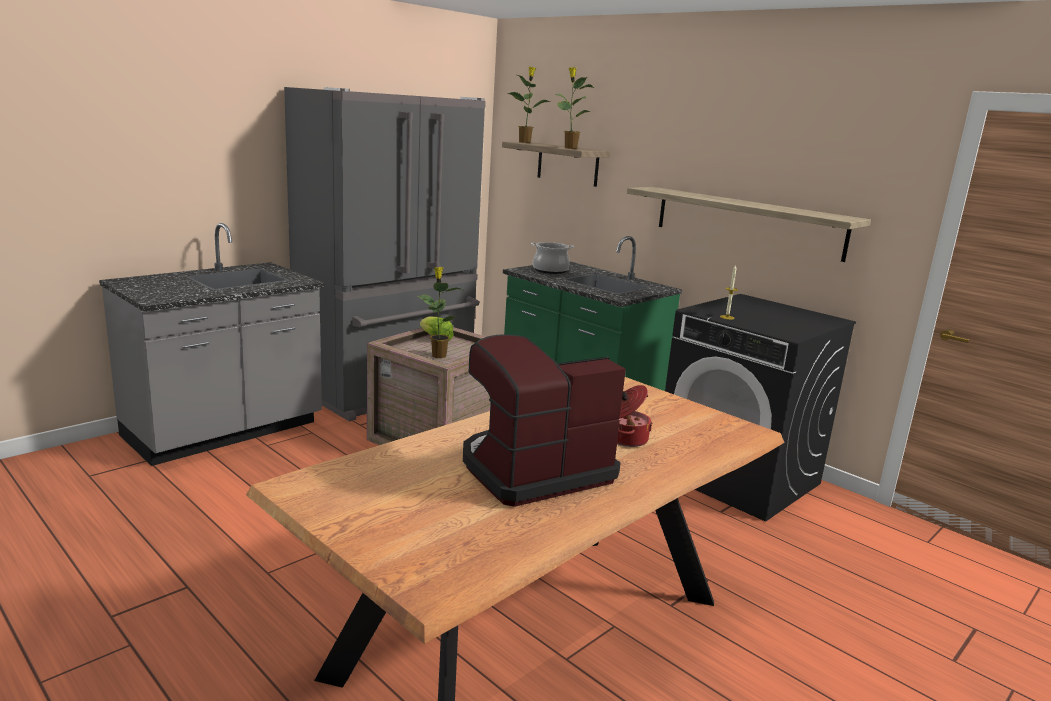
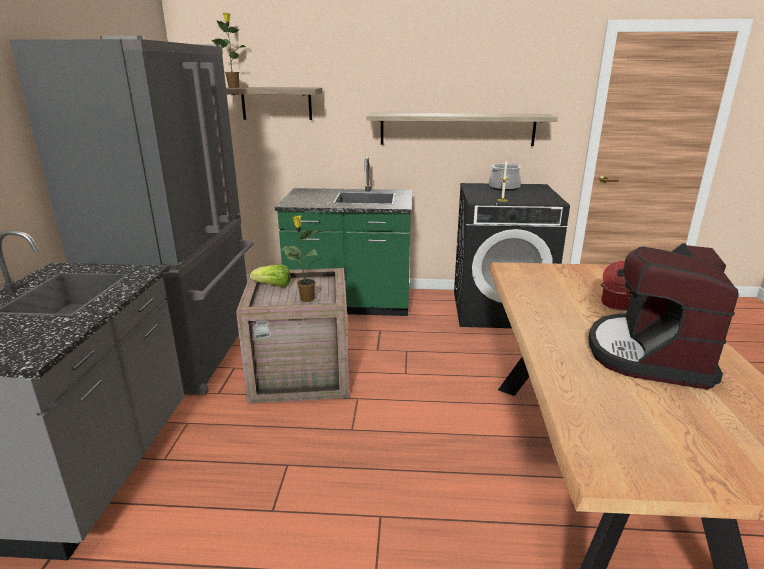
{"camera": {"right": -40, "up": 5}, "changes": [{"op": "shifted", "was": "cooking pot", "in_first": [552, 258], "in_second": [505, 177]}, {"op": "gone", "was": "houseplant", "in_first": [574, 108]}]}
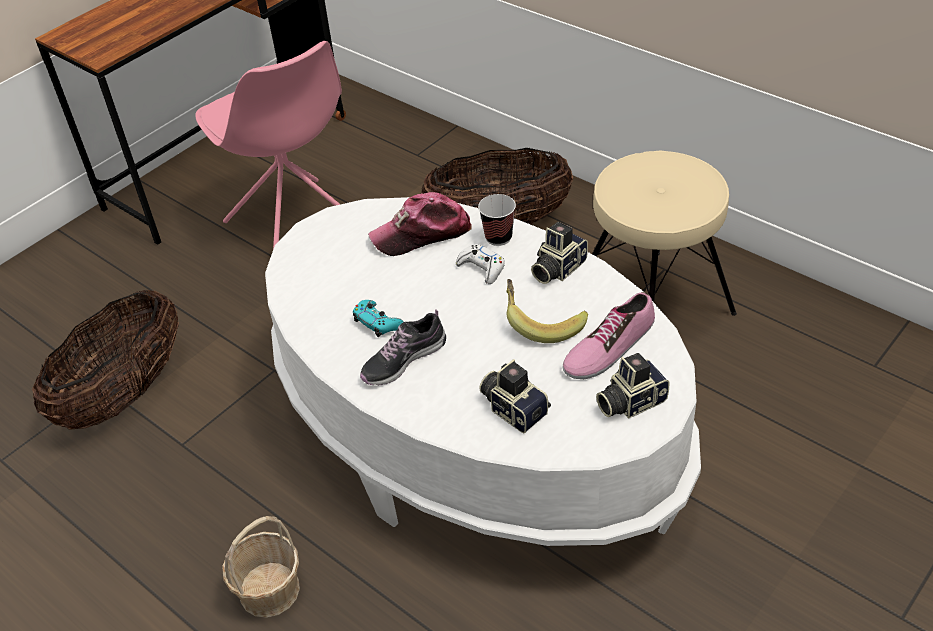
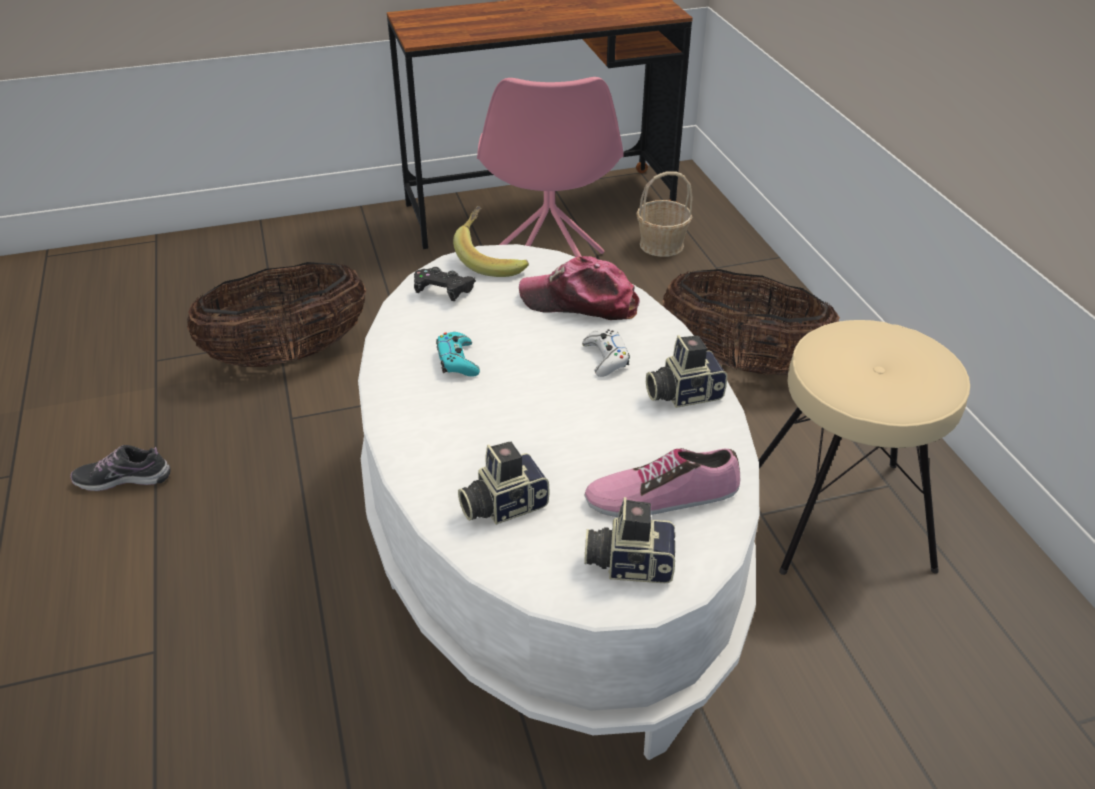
{"camera": {"right": 30, "up": -5}, "changes": [{"op": "shifted", "was": "low shoe", "in_first": [403, 347], "in_second": [120, 468]}, {"op": "new", "now": "blackish gamepad", "in_second": [445, 284]}, {"op": "shifted", "was": "banana", "in_first": [547, 311], "in_second": [491, 241]}, {"op": "rotated", "was": "photo camera", "in_first": [515, 396], "in_second": [504, 483], "clockwise": -105}, {"op": "shifted", "was": "household basket", "in_first": [261, 567], "in_second": [664, 214]}, {"op": "gone", "was": "drinking cup", "in_first": [497, 220]}]}
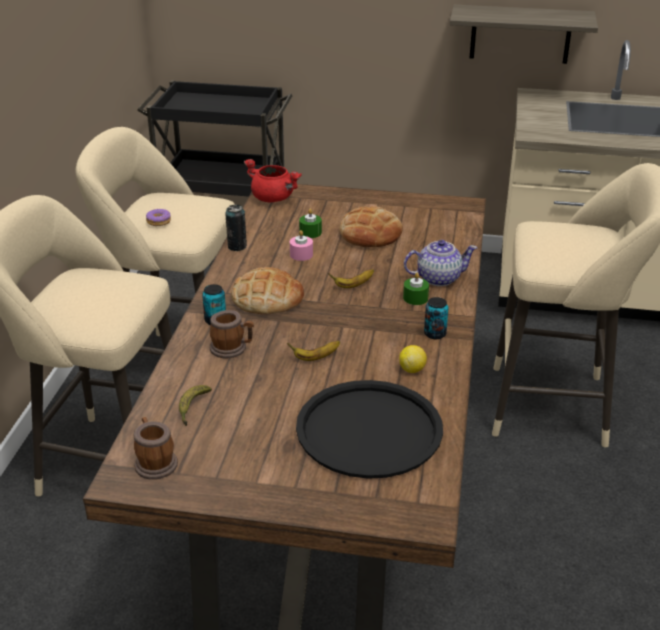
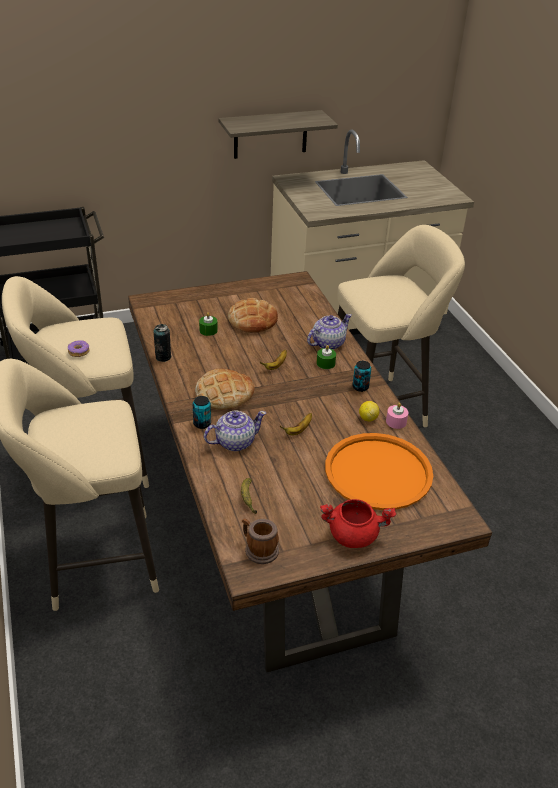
{"camera": {"right": -30, "up": 5}, "changes": [{"op": "swapped", "was": "coffee mug", "now": "teapot", "in_first": [232, 334], "in_second": [235, 431]}, {"op": "shifted", "was": "reddish cooking pot", "in_first": [273, 181], "in_second": [358, 523]}, {"op": "repainted", "was": "blackish tray", "now": "orangey tray", "in_first": [369, 429], "in_second": [379, 471]}, {"op": "shifted", "was": "pink-coloured wax candle", "in_first": [301, 245], "in_second": [397, 416]}]}
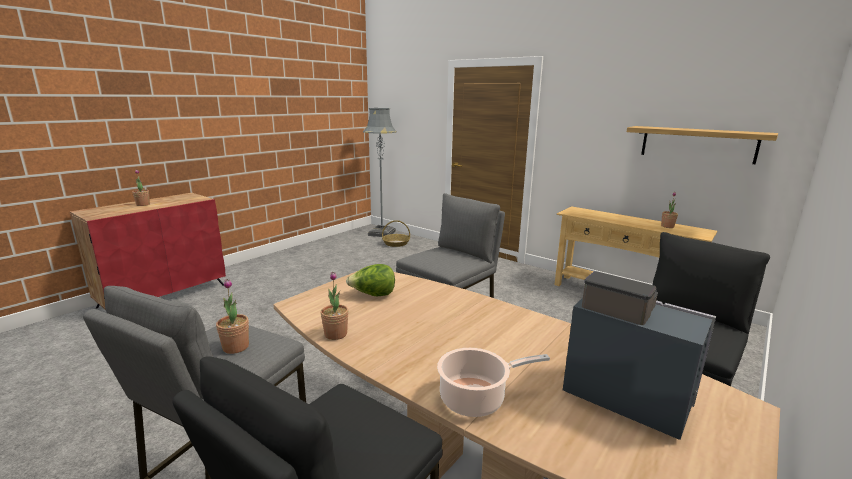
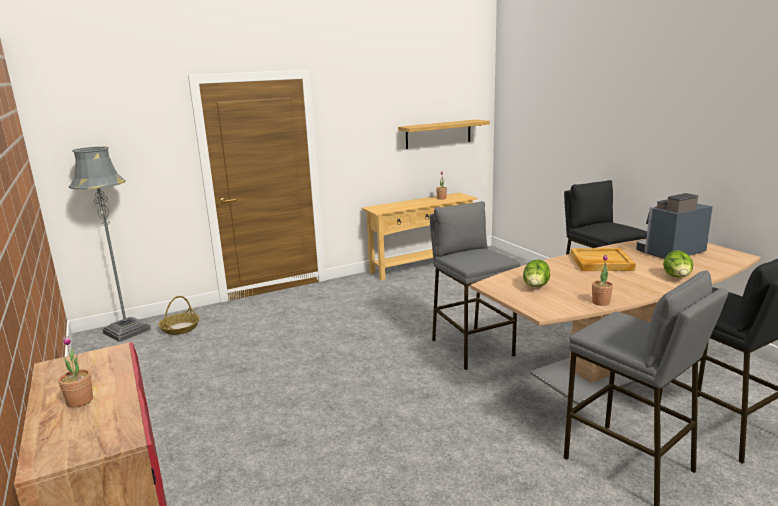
{"camera": {"right": -65, "up": 0}, "changes": [{"op": "new", "now": "beige tray", "in_second": [603, 259]}, {"op": "swapped", "was": "cooking pot", "now": "head of lettuce", "in_first": [493, 382], "in_second": [678, 263]}, {"op": "gone", "was": "houseplant", "in_first": [232, 316]}]}
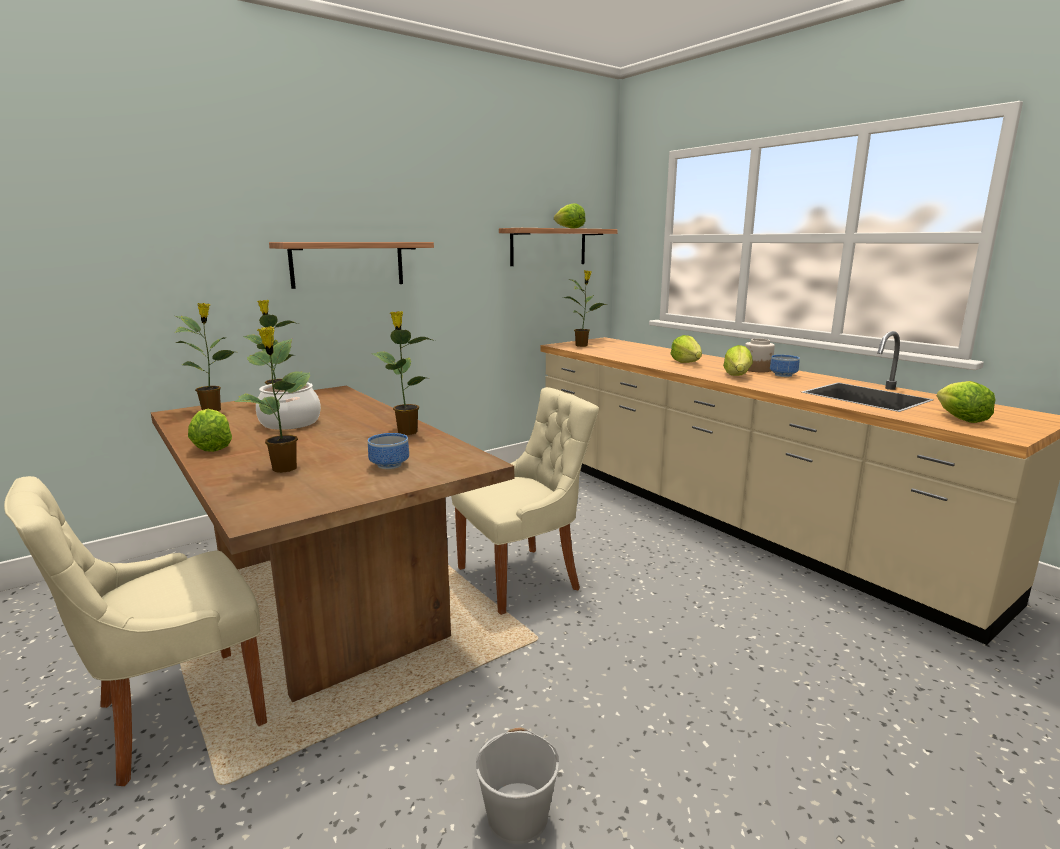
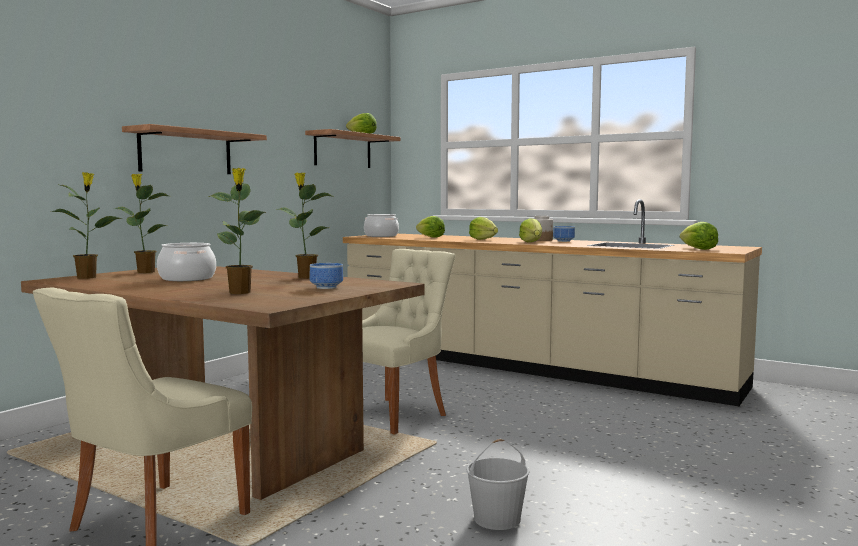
{"camera": {"right": -20, "up": -10}, "changes": [{"op": "swapped", "was": "houseplant", "now": "cooking pot", "in_first": [586, 308], "in_second": [381, 225]}, {"op": "shifted", "was": "head of lettuce", "in_first": [210, 430], "in_second": [430, 227]}]}
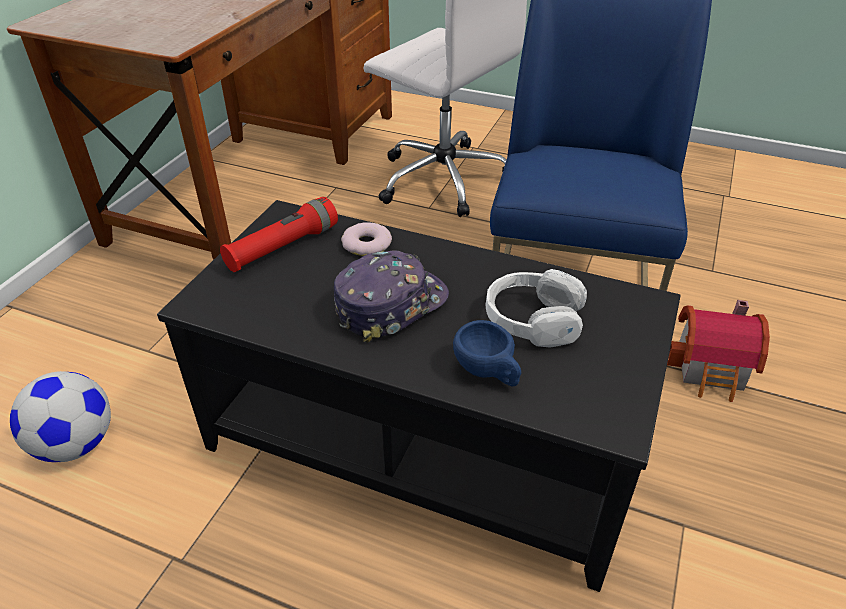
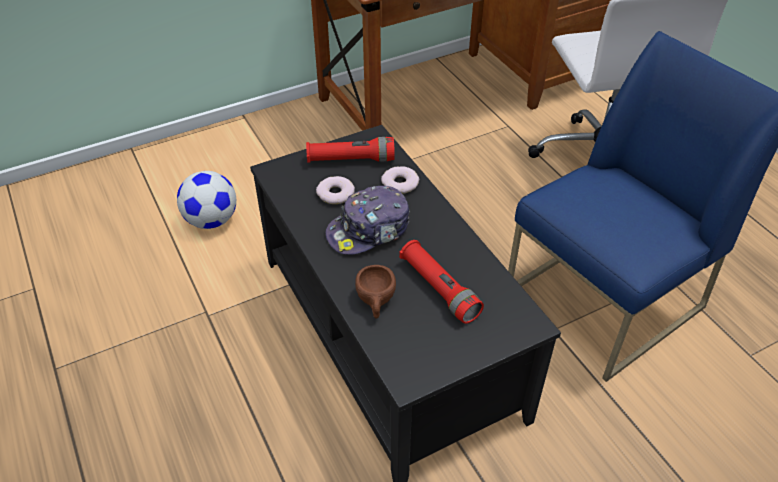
{"camera": {"right": 40, "up": 5}, "changes": [{"op": "new", "now": "donut", "in_second": [335, 190]}, {"op": "rotated", "was": "peaked cap", "in_first": [391, 296], "in_second": [367, 220], "clockwise": 150}, {"op": "repainted", "was": "blue drinking cup", "now": "brownish drinking cup", "in_first": [487, 353], "in_second": [375, 292]}, {"op": "swapped", "was": "white-coloured pair of headphones", "now": "reddish flashlight", "in_first": [536, 308], "in_second": [441, 282]}, {"op": "gone", "was": "toy house", "in_first": [718, 351]}]}
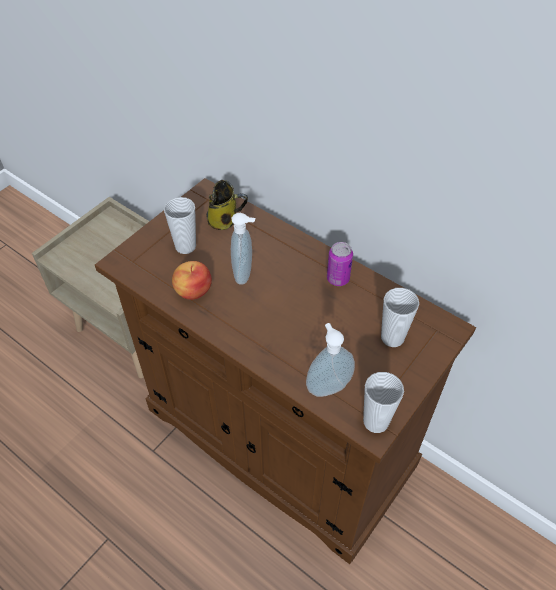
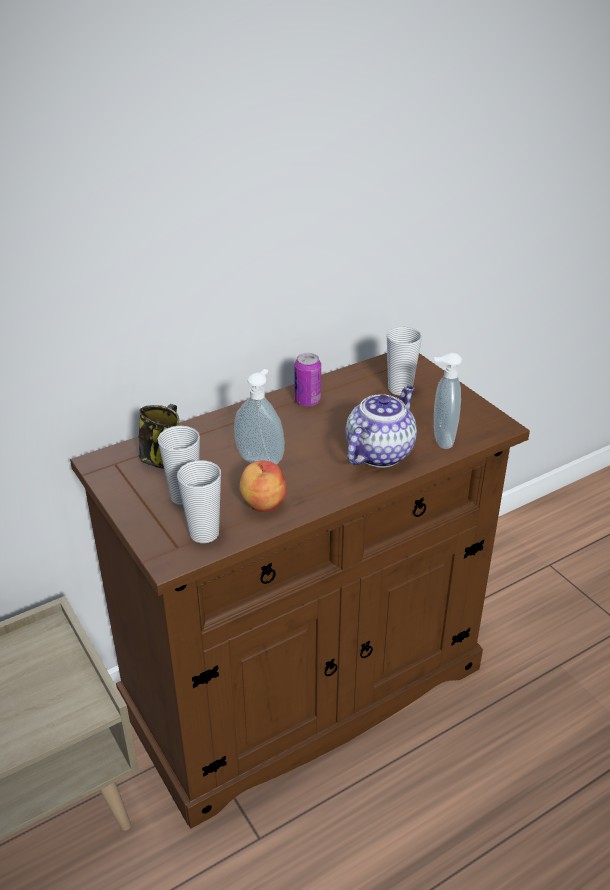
{"camera": {"right": -70, "up": -15}, "changes": [{"op": "shifted", "was": "drinking cup", "in_first": [383, 402], "in_second": [199, 501]}, {"op": "new", "now": "teapot", "in_second": [381, 426]}]}
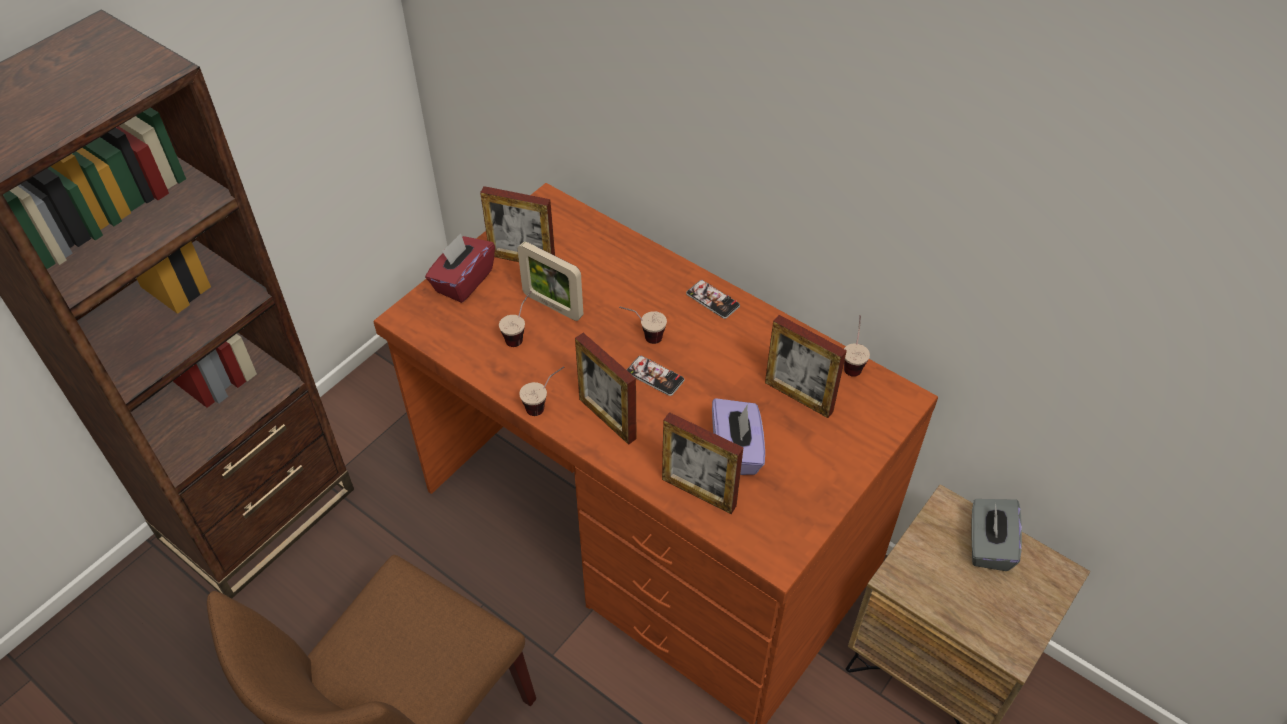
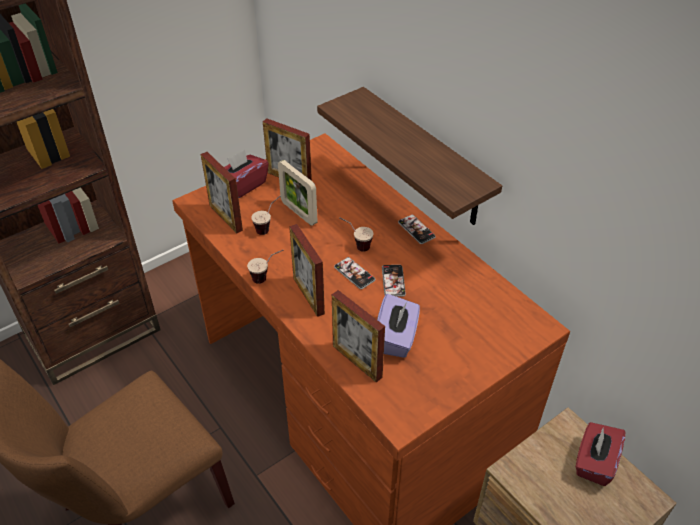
{"camera": {"right": 15, "up": -5}, "changes": [{"op": "shifted", "was": "standing frame", "in_first": [806, 366], "in_second": [222, 192]}, {"op": "new", "now": "shelf", "in_second": [409, 156]}, {"op": "new", "now": "telephone", "in_second": [394, 281]}, {"op": "repainted", "was": "grey tissue holder", "now": "reddish tissue holder", "in_first": [996, 535], "in_second": [600, 454]}, {"op": "gone", "was": "drinking cup", "in_first": [857, 346]}]}
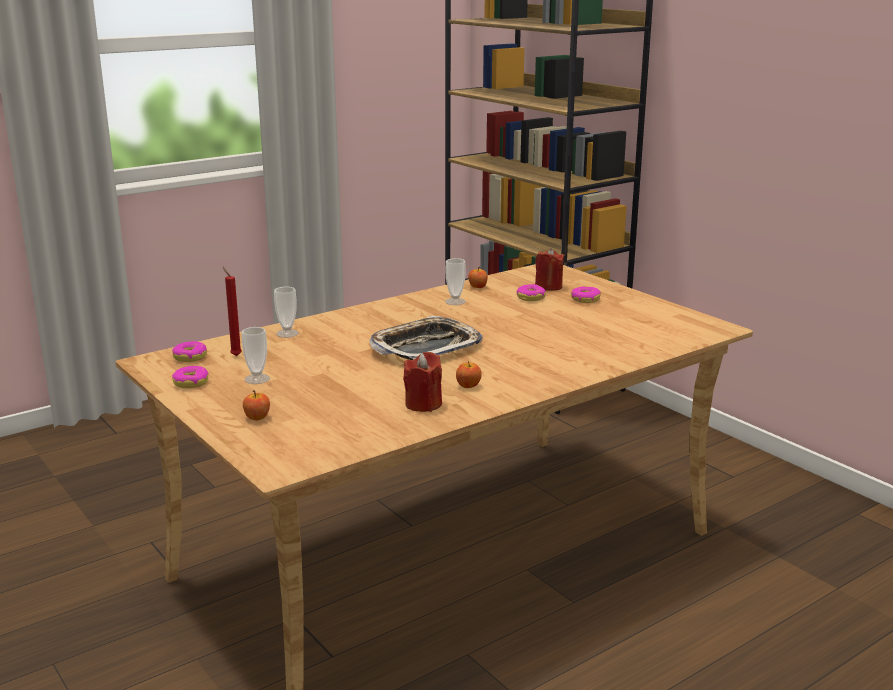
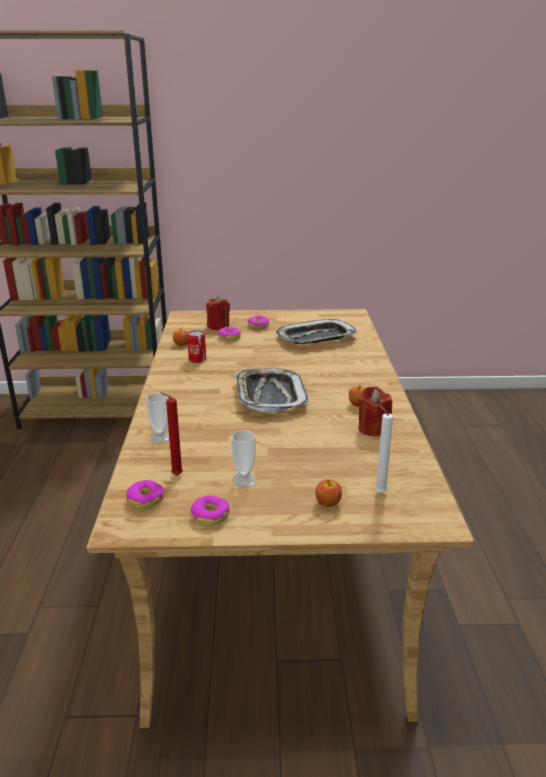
{"camera": {"right": -55, "up": 5}, "changes": [{"op": "swapped", "was": "drinking cup", "now": "metal can", "in_first": [455, 281], "in_second": [196, 346]}, {"op": "new", "now": "tray", "in_second": [316, 331]}, {"op": "new", "now": "white-coloured wax candle", "in_second": [384, 448]}]}
